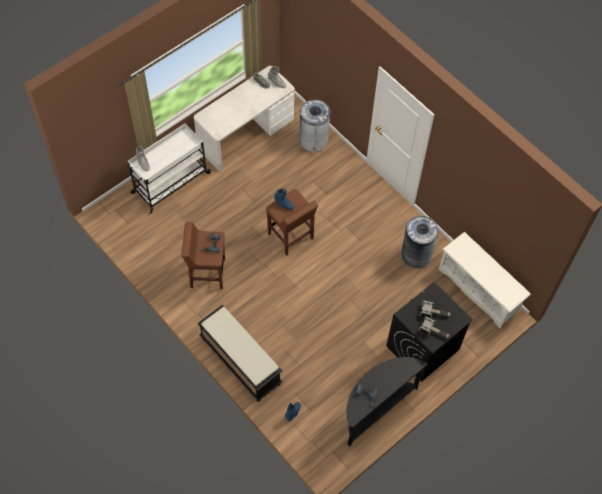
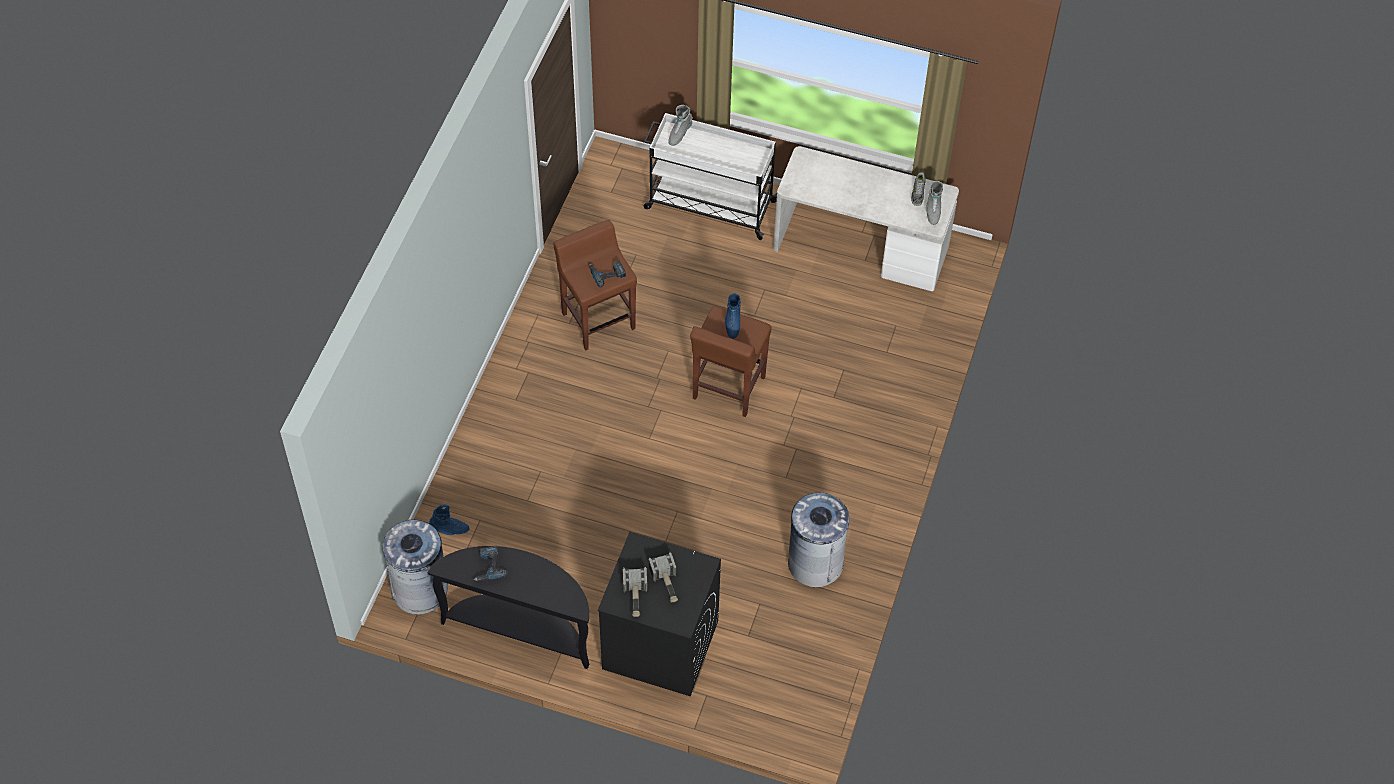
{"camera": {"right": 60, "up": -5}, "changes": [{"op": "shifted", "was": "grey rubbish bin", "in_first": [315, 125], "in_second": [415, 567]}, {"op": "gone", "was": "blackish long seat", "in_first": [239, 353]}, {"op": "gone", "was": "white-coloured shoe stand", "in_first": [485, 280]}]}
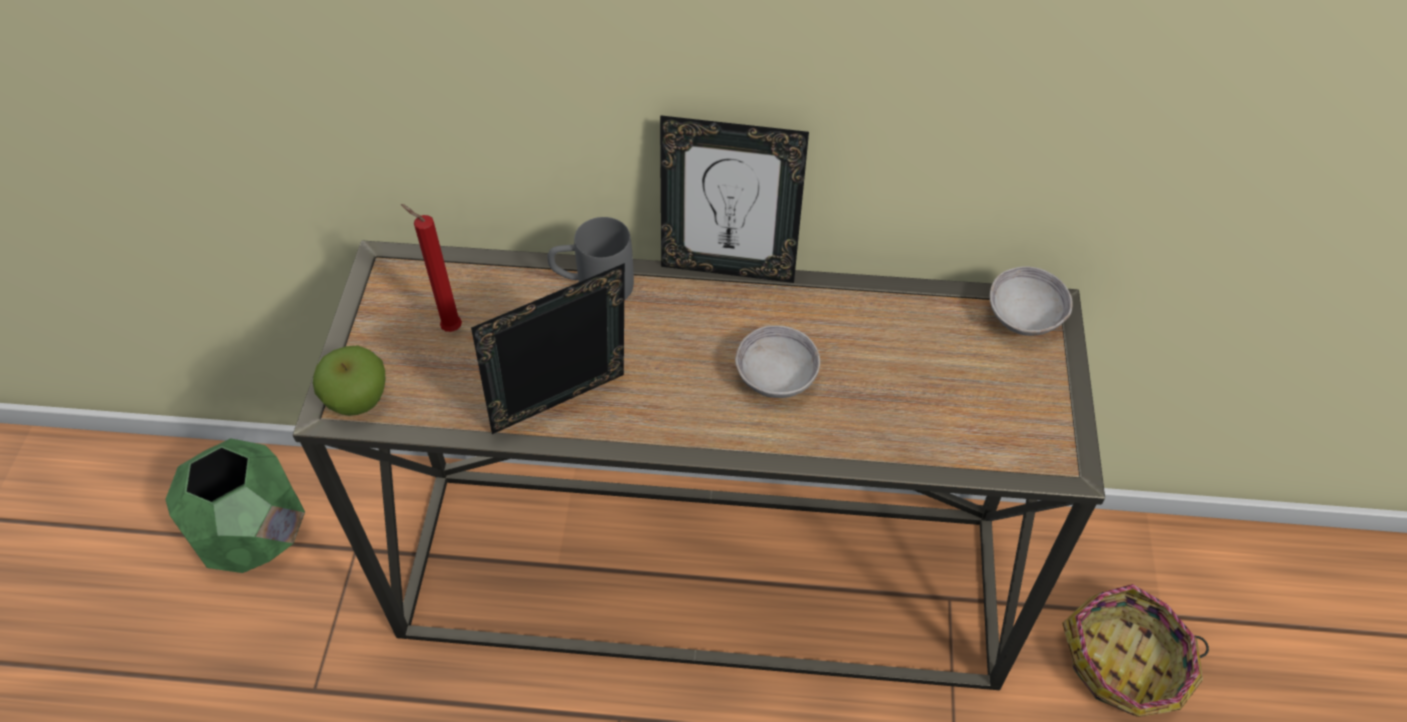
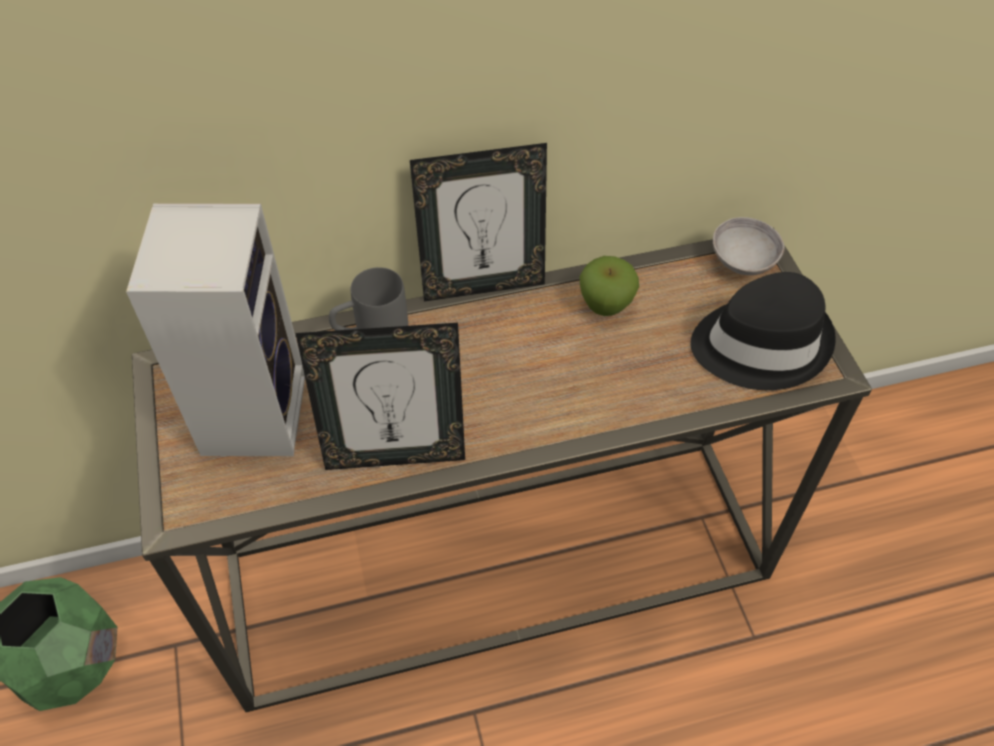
{"camera": {"right": -20, "up": 0}, "changes": [{"op": "swapped", "was": "reddish wax candle", "now": "loudspeaker", "in_first": [431, 268], "in_second": [215, 329]}, {"op": "rotated", "was": "standing frame", "in_first": [548, 348], "in_second": [380, 396], "clockwise": -135}, {"op": "shifted", "was": "apple fruit", "in_first": [349, 380], "in_second": [609, 286]}, {"op": "new", "now": "blackish wearable hat", "in_second": [763, 331]}, {"op": "gone", "was": "grey bowl", "in_first": [777, 361]}, {"op": "gone", "was": "household basket", "in_first": [1135, 650]}]}
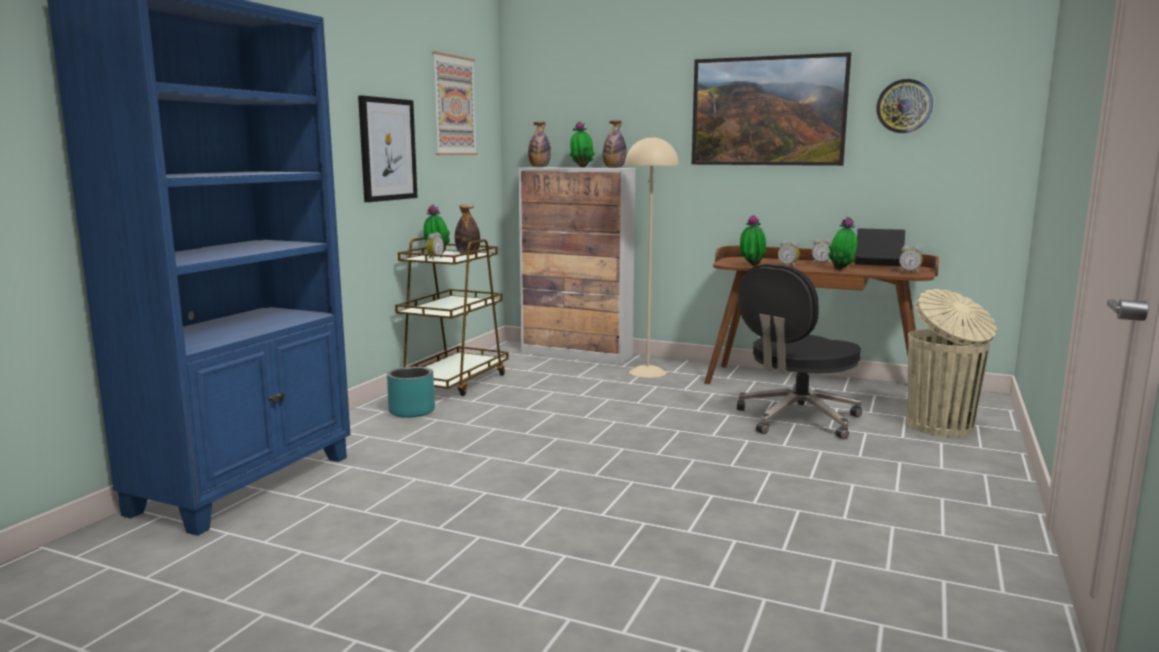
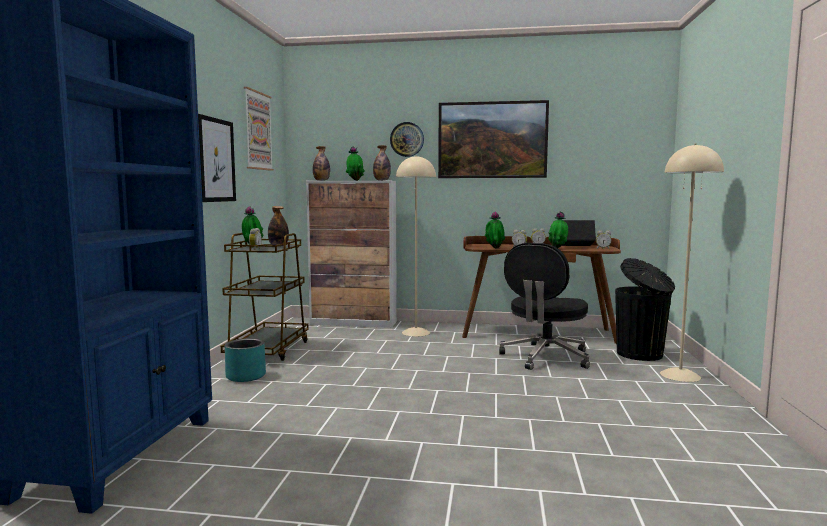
{"camera": {"right": -15, "up": -5}, "changes": [{"op": "shifted", "was": "hanging clock", "in_first": [904, 106], "in_second": [407, 139]}, {"op": "repainted", "was": "beige rubbish bin", "now": "blackish rubbish bin", "in_first": [952, 363], "in_second": [645, 309]}, {"op": "new", "now": "beige standing lamp", "in_second": [692, 263]}]}
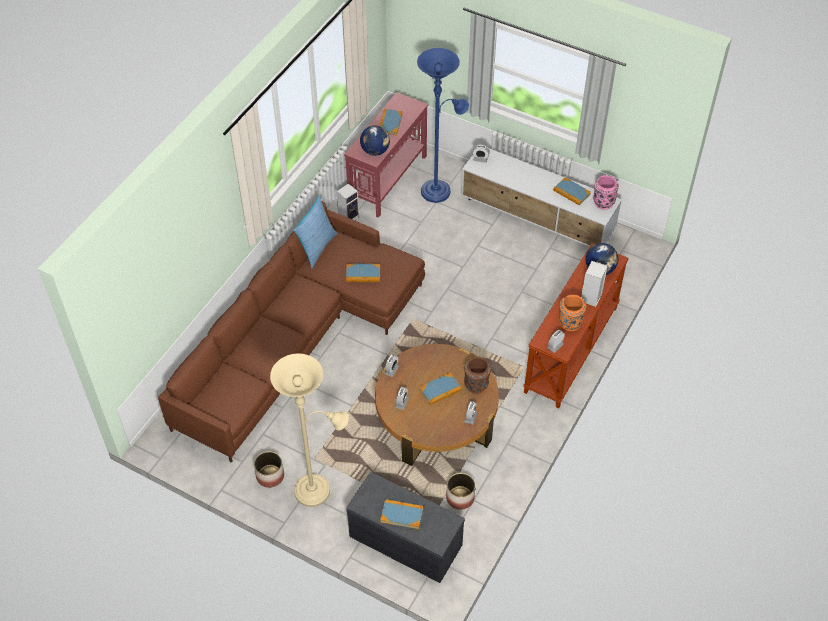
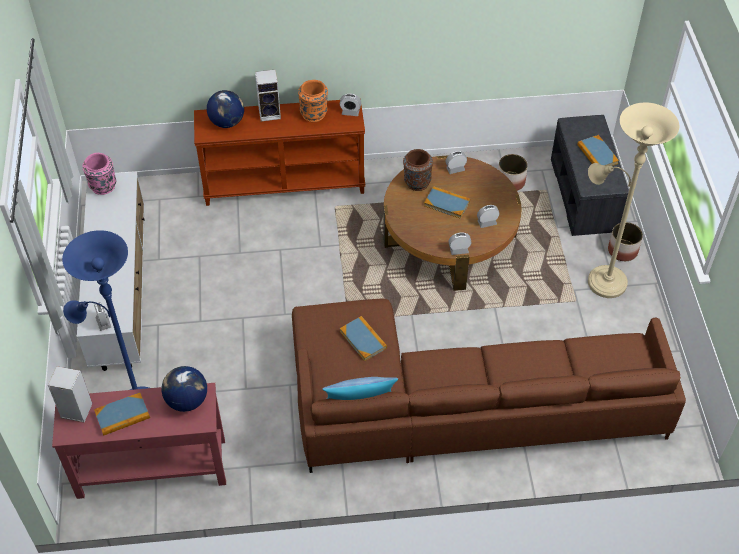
{"camera": {"right": -125, "up": 0}, "changes": [{"op": "shifted", "was": "loudspeaker", "in_first": [347, 201], "in_second": [70, 394]}, {"op": "shifted", "was": "plant pot", "in_first": [269, 470], "in_second": [625, 241]}, {"op": "gone", "was": "book", "in_first": [572, 191]}]}
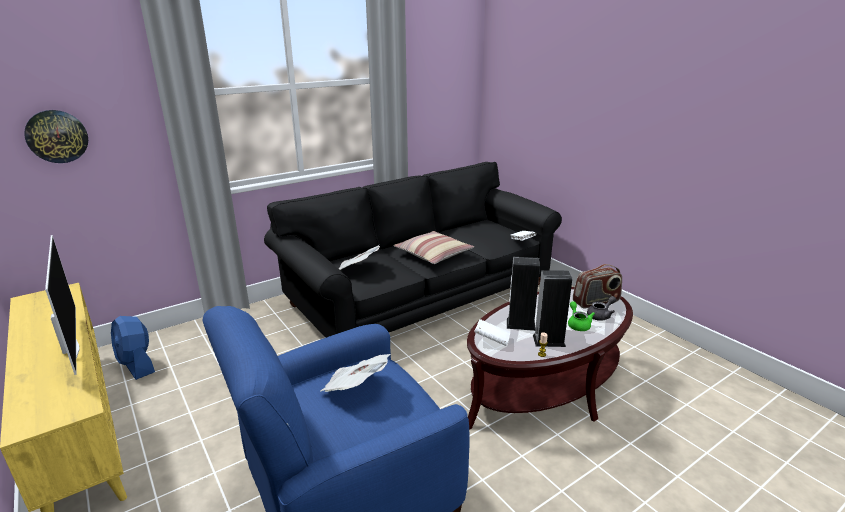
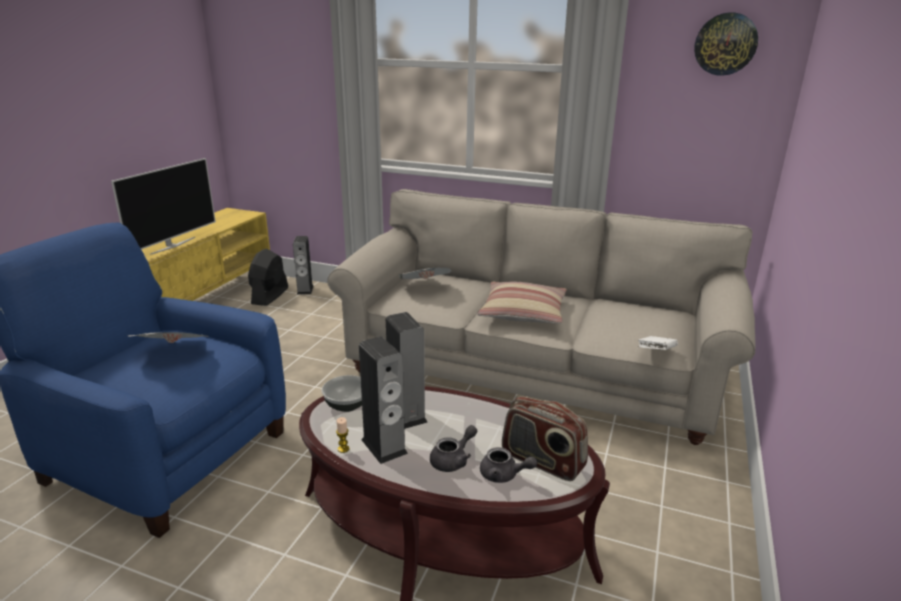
{"camera": {"right": 55, "up": 0}, "changes": [{"op": "repainted", "was": "blue electric fan", "now": "blackish electric fan", "in_first": [133, 348], "in_second": [268, 277]}, {"op": "new", "now": "loudspeaker", "in_second": [303, 265]}, {"op": "swapped", "was": "white-coloured book", "now": "bowl", "in_first": [492, 332], "in_second": [342, 393]}, {"op": "repainted", "was": "blackish couch", "now": "beige couch", "in_first": [413, 250], "in_second": [541, 317]}, {"op": "repainted", "was": "greenish teapot", "now": "grey teapot", "in_first": [581, 316], "in_second": [453, 448]}, {"op": "shifted", "was": "hanging clock", "in_first": [56, 136], "in_second": [726, 44]}]}
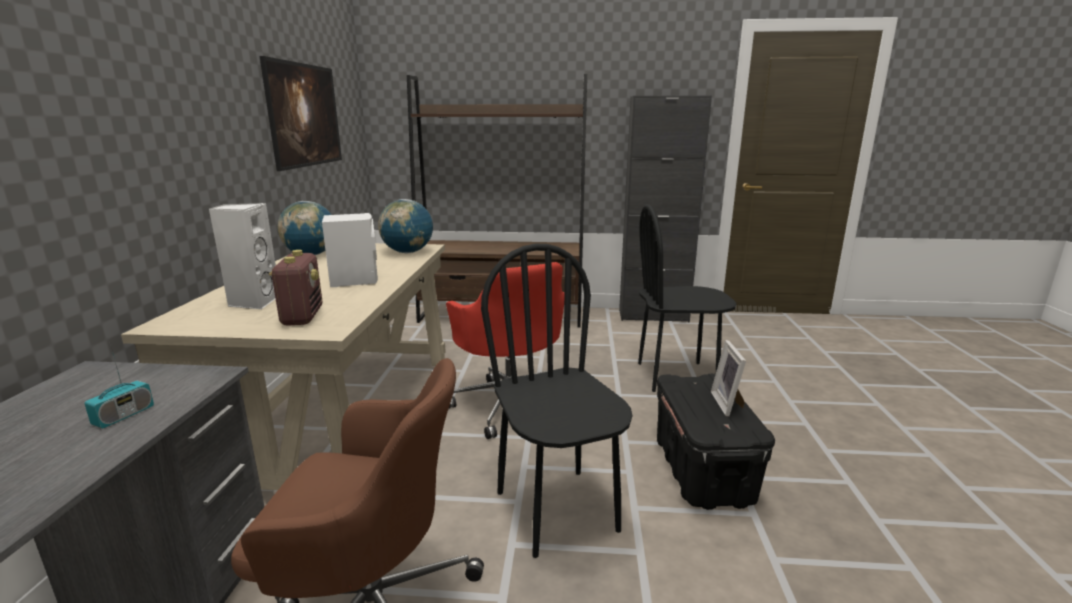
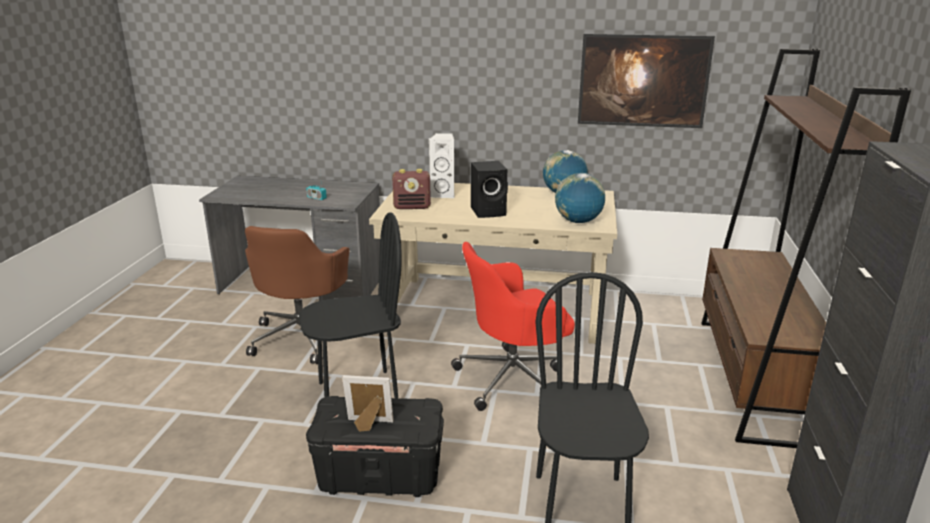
{"camera": {"right": 95, "up": 5}, "changes": [{"op": "repainted", "was": "white-coloured loudspeaker", "now": "blackish loudspeaker", "in_first": [350, 250], "in_second": [489, 189]}]}
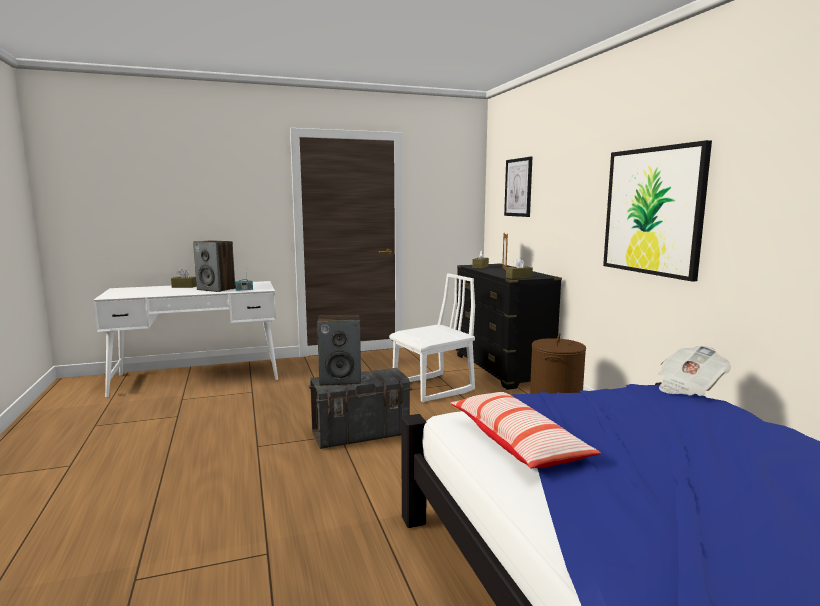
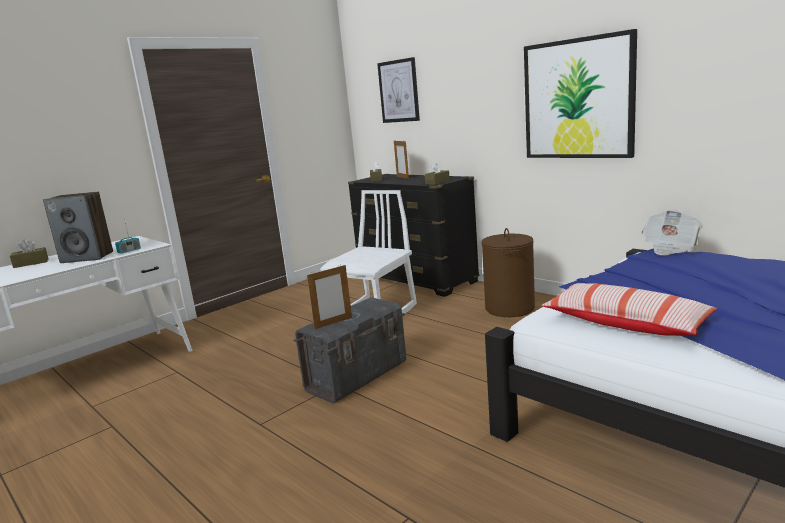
{"camera": {"right": -25, "up": 5}, "changes": [{"op": "swapped", "was": "loudspeaker", "now": "standing frame", "in_first": [339, 350], "in_second": [329, 296]}]}
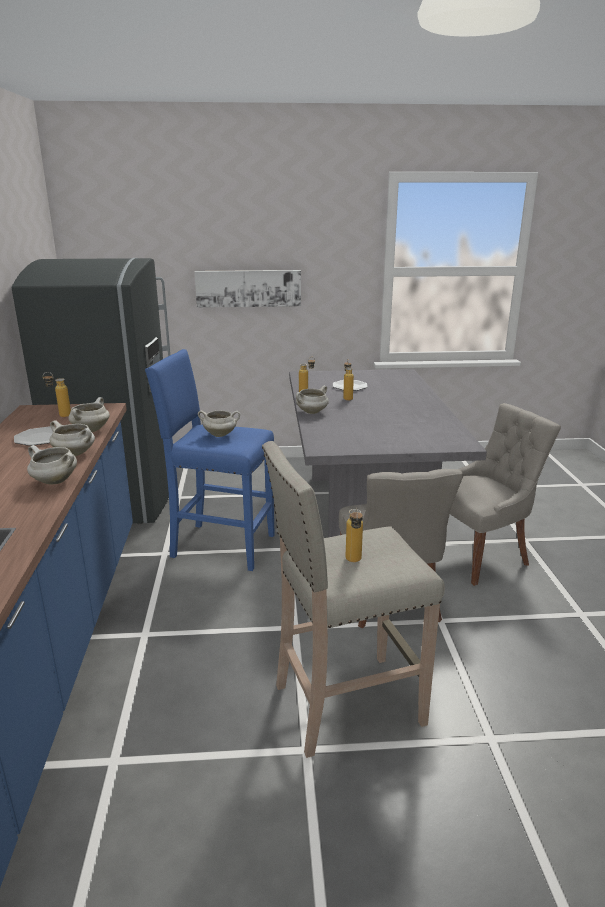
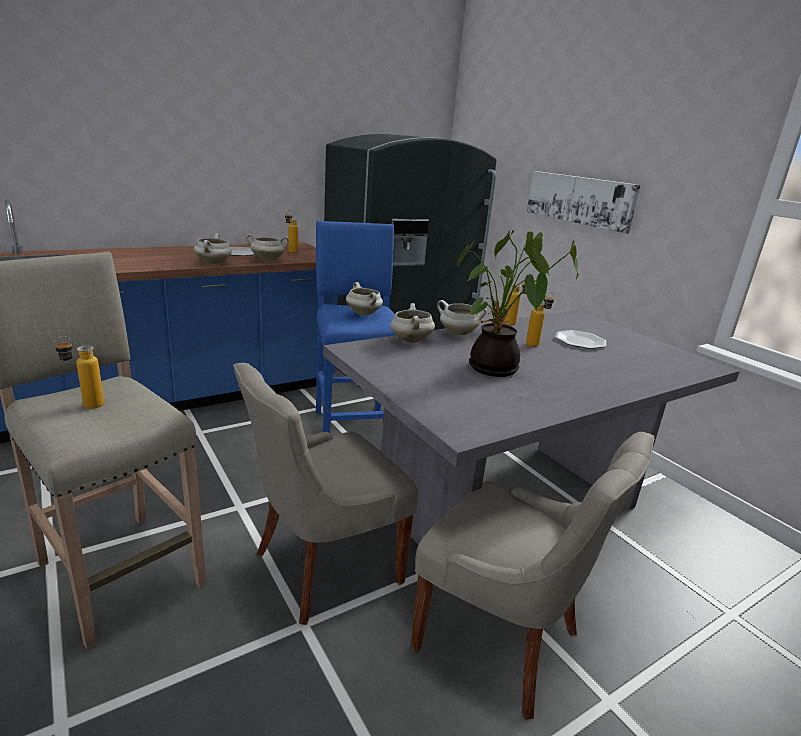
{"camera": {"right": 60, "up": 0}, "changes": [{"op": "shifted", "was": "white-coloured cooking pot", "in_first": [52, 465], "in_second": [412, 323]}, {"op": "new", "now": "houseplant", "in_second": [518, 303]}]}
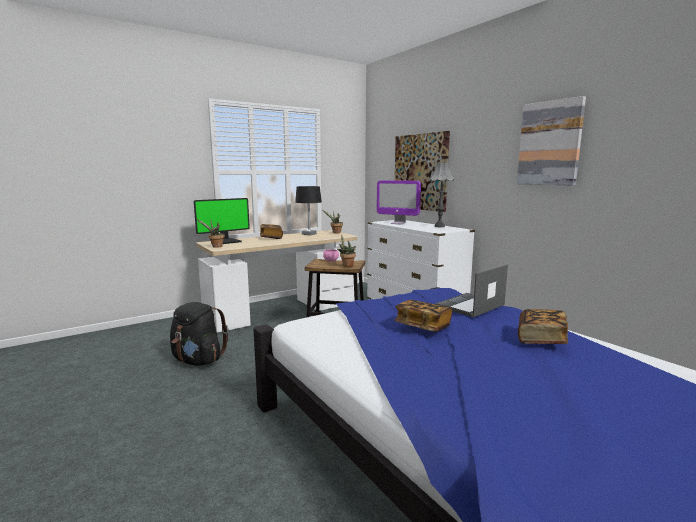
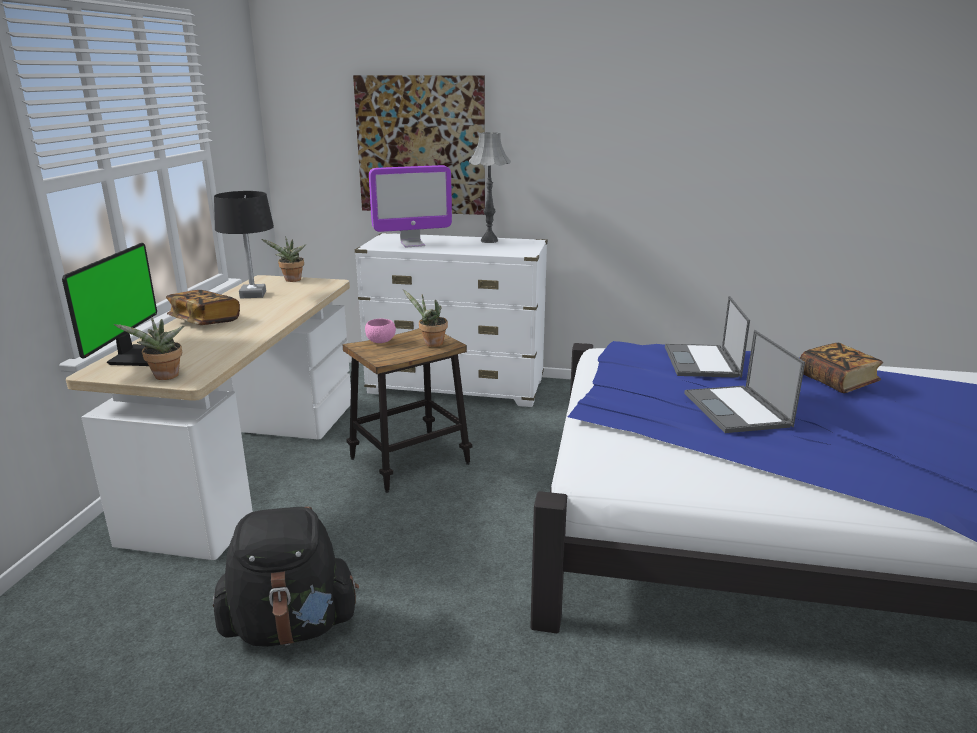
{"camera": {"right": -45, "up": 10}, "changes": [{"op": "swapped", "was": "book", "now": "laptop", "in_first": [423, 316], "in_second": [744, 381]}, {"op": "gone", "was": "wall art", "in_first": [551, 141]}]}
